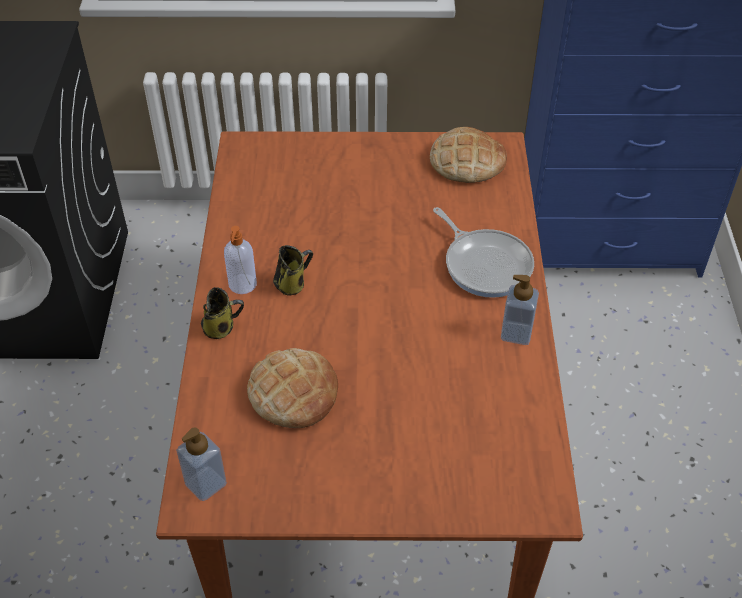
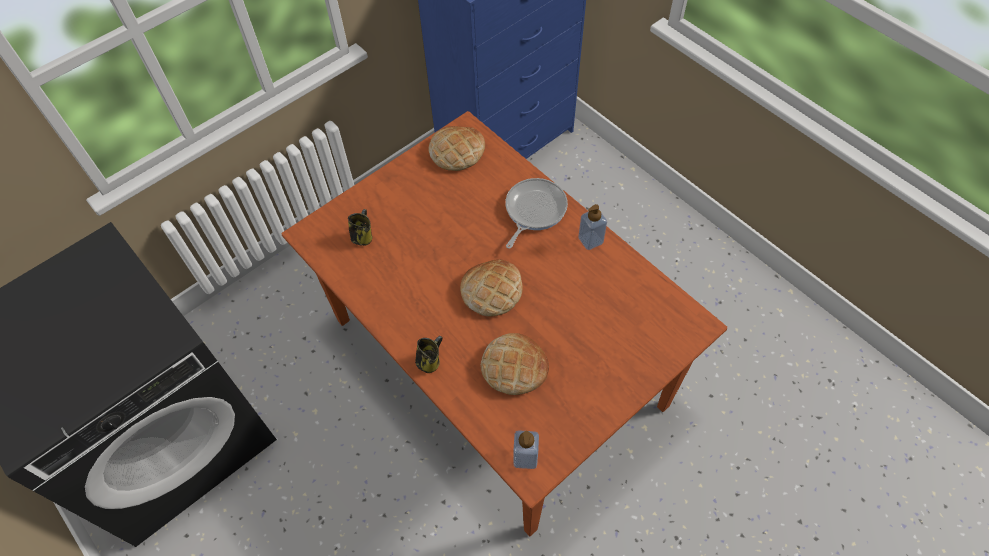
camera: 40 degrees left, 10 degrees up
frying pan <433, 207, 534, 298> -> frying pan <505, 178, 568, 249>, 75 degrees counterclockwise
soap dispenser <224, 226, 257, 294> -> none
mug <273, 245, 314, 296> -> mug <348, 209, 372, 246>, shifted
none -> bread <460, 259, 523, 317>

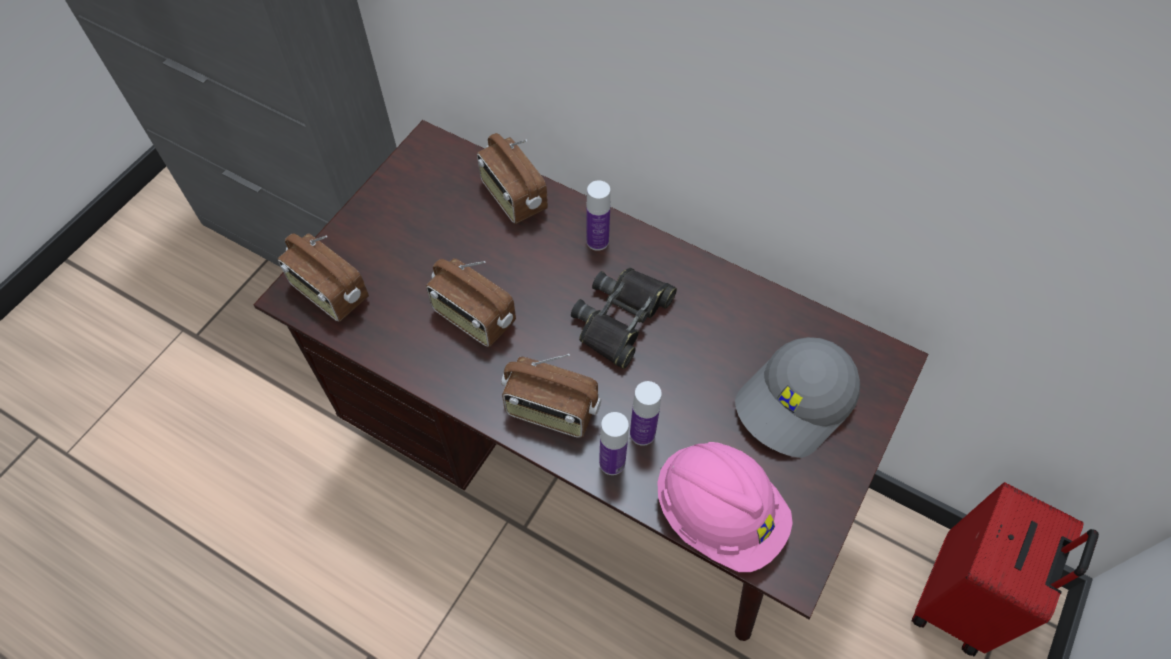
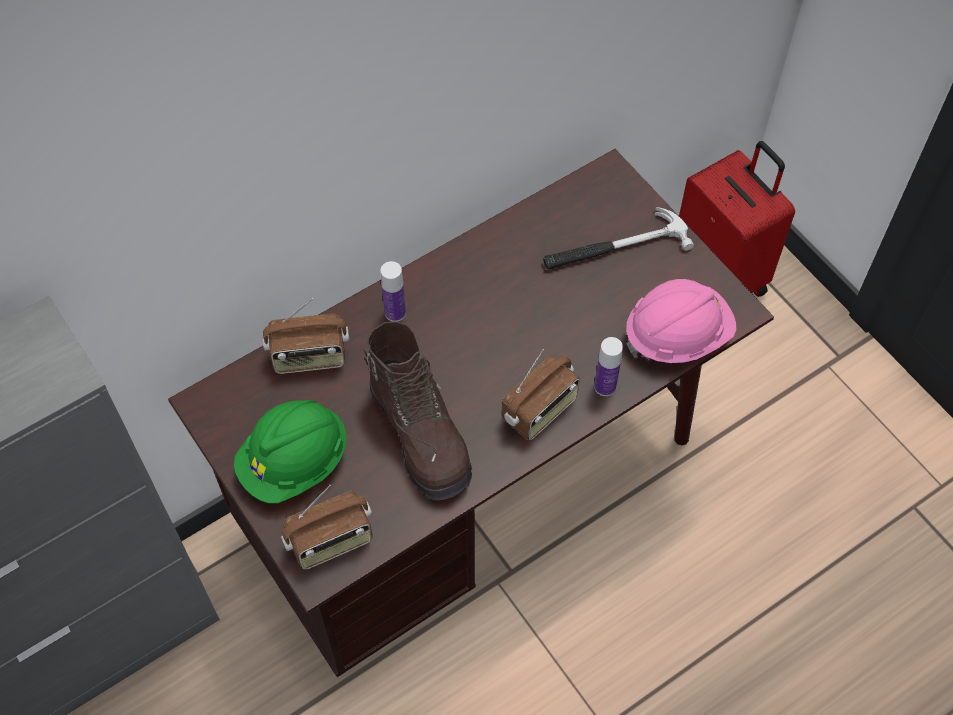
camera: 65 degrees left, 0 degrees up
radio <426, 258, 516, 347> -> brown boot <363, 321, 472, 500>
black binoculars <571, 268, 677, 369> -> none
grey cap <735, 337, 860, 458> -> hammer <543, 207, 694, 270>
bottle <630, 381, 662, 446> -> none
none -> green hard hat <234, 400, 346, 503>

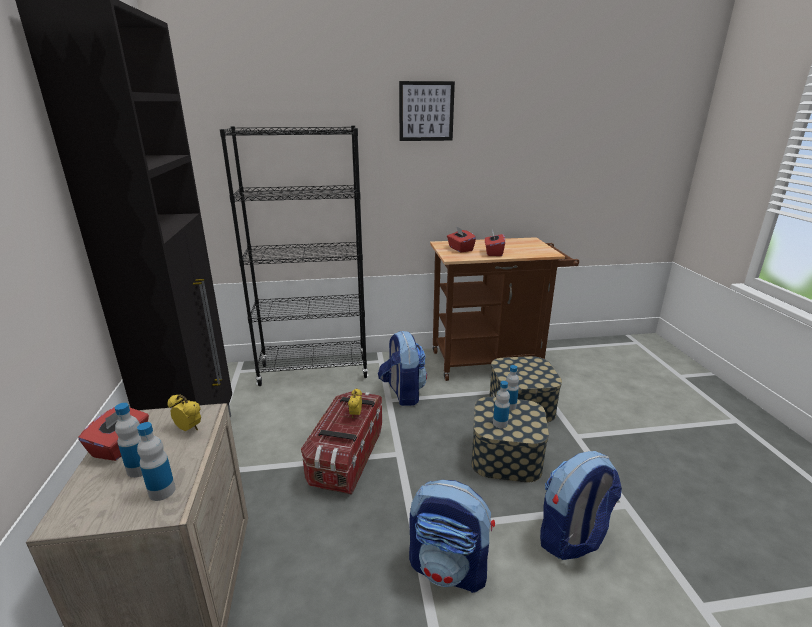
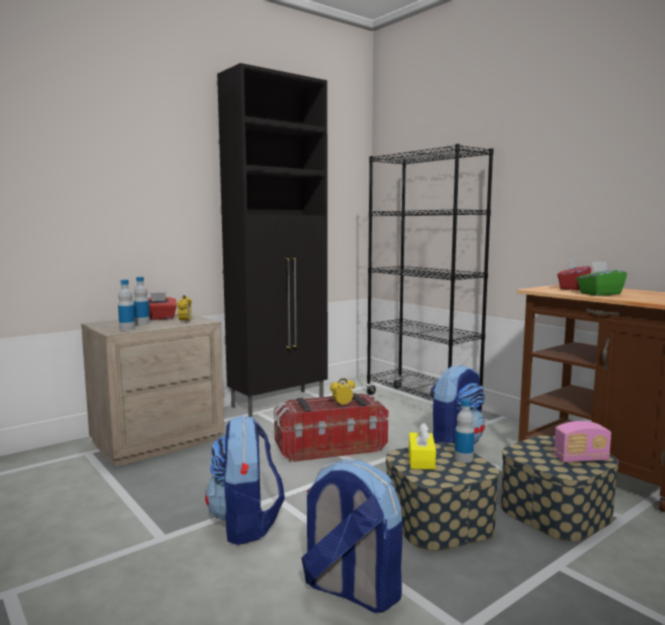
camera: 60 degrees right, 15 degrees down
picture <399, 81, 455, 141> -> none
red tissue box <485, 229, 505, 256> -> green tissue box <577, 261, 627, 296>
bottle <493, 381, 510, 428> -> yellow tissue box <409, 423, 436, 470>
none -> radio <554, 421, 611, 462>

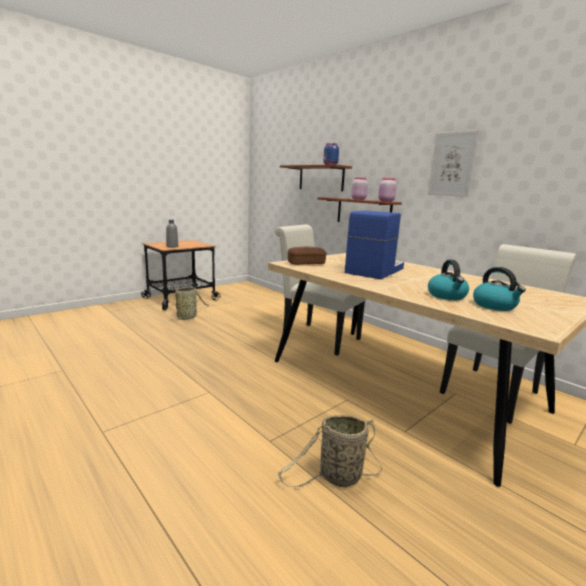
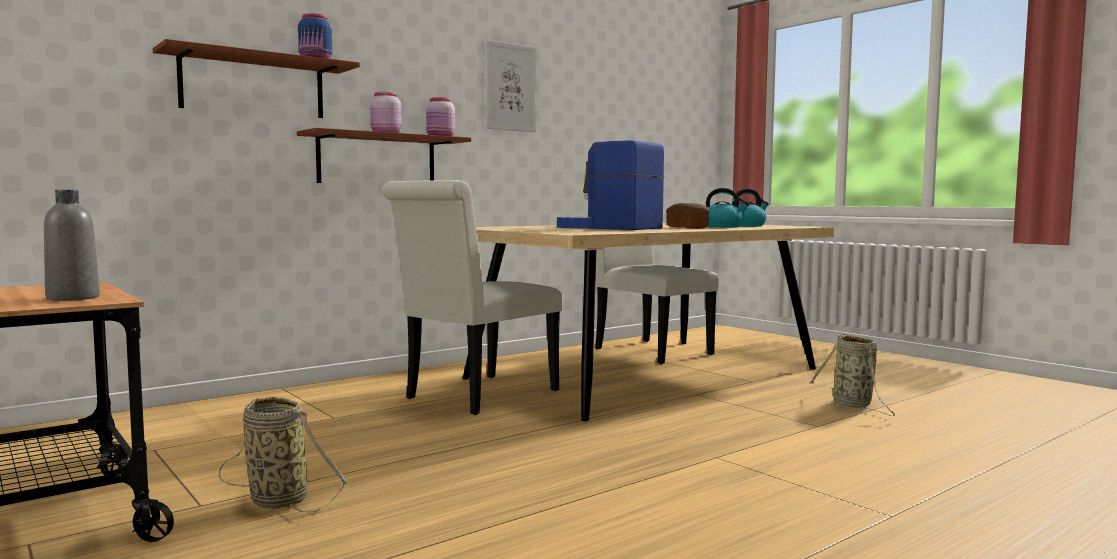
camera: 85 degrees left, 10 degrees down
bread <288, 246, 326, 265> -> bread <666, 203, 710, 229>, shifted

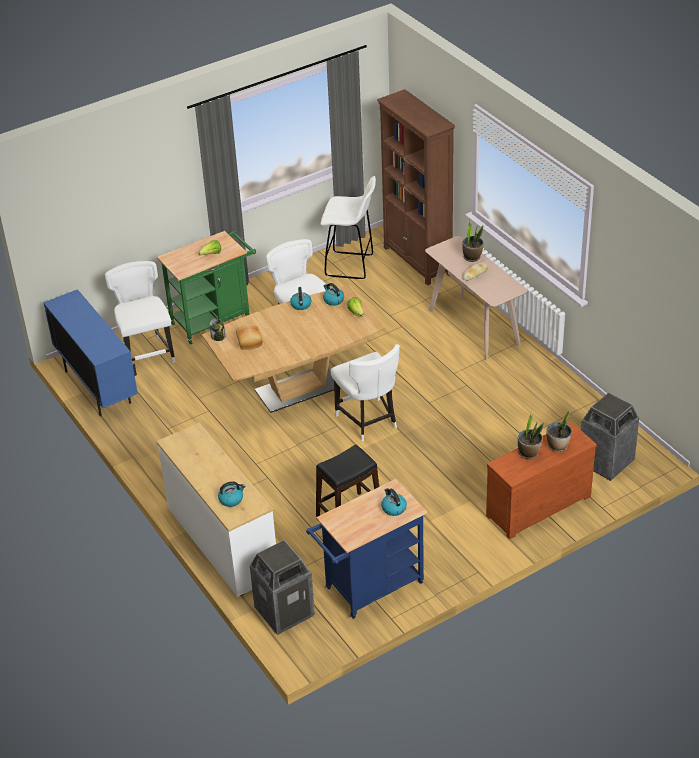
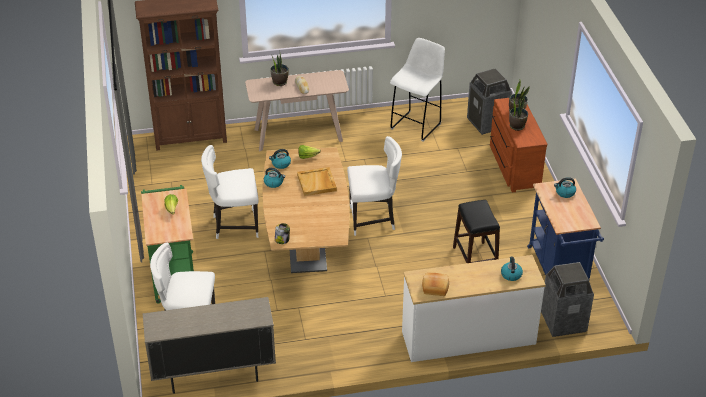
camera: 70 degrees left, 0 degrees up
white stool <321, 176, 376, 280> -> white stool <390, 38, 445, 142>, shifted
blue cabinet <43, 289, 138, 416> -> beige cabinet <143, 297, 276, 394>
bread <236, 324, 263, 350> -> bread <422, 273, 449, 296>, shifted
none -> beige tray <297, 167, 337, 196>

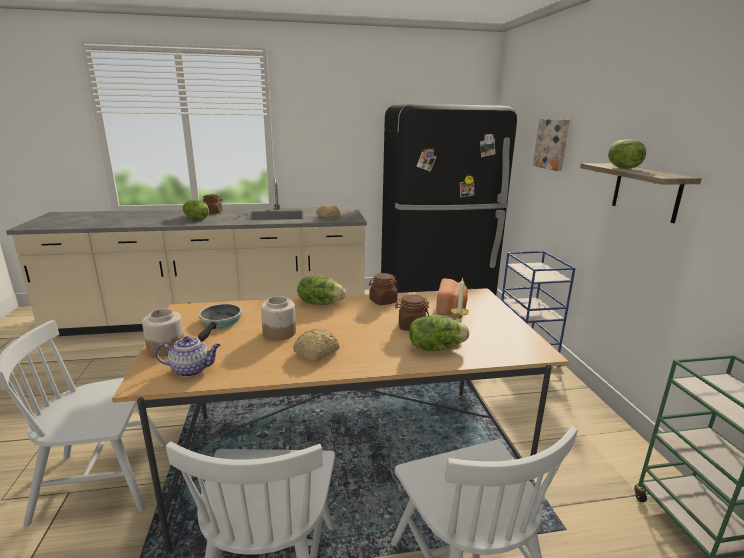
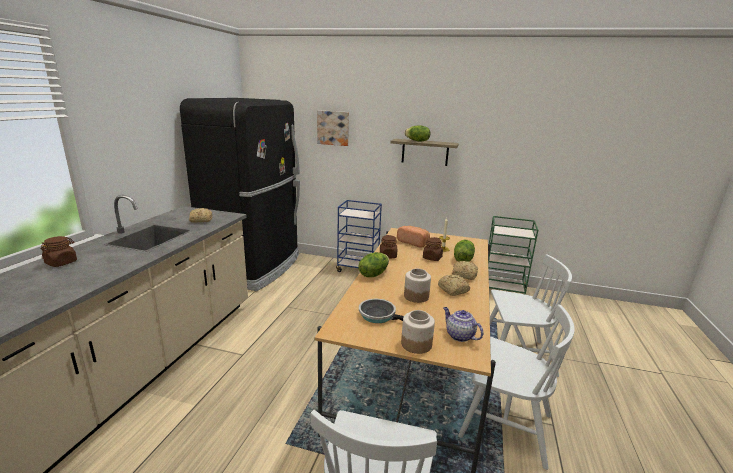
camera: 65 degrees left, 0 degrees up
lettuce <182, 200, 209, 220> -> none
teapot <155, 336, 221, 377> -> teapot <443, 307, 484, 342>, 60 degrees counterclockwise
none -> bread <452, 261, 478, 280>

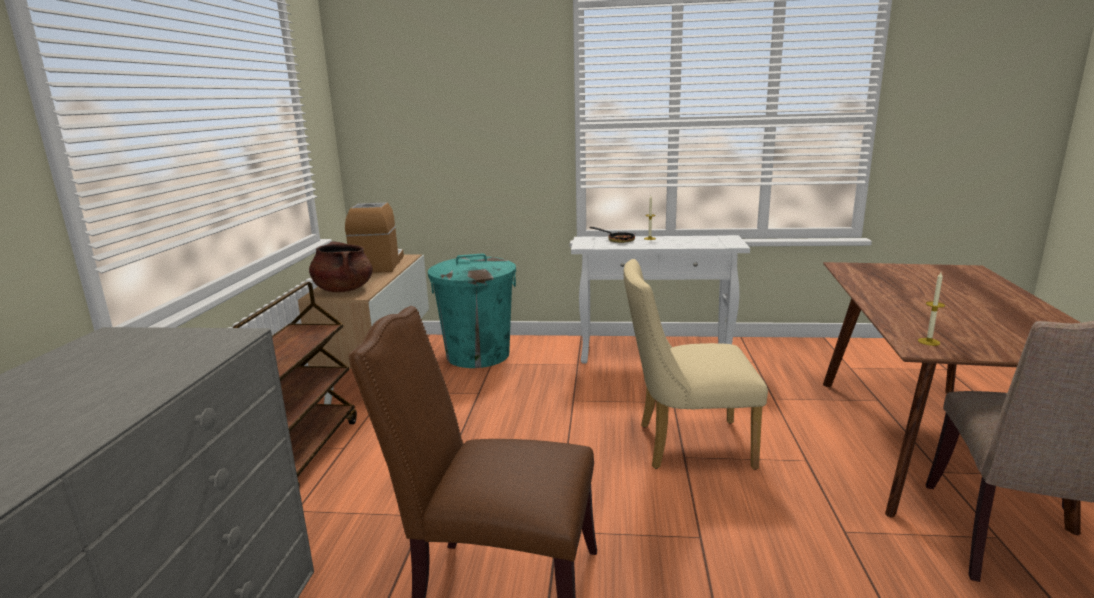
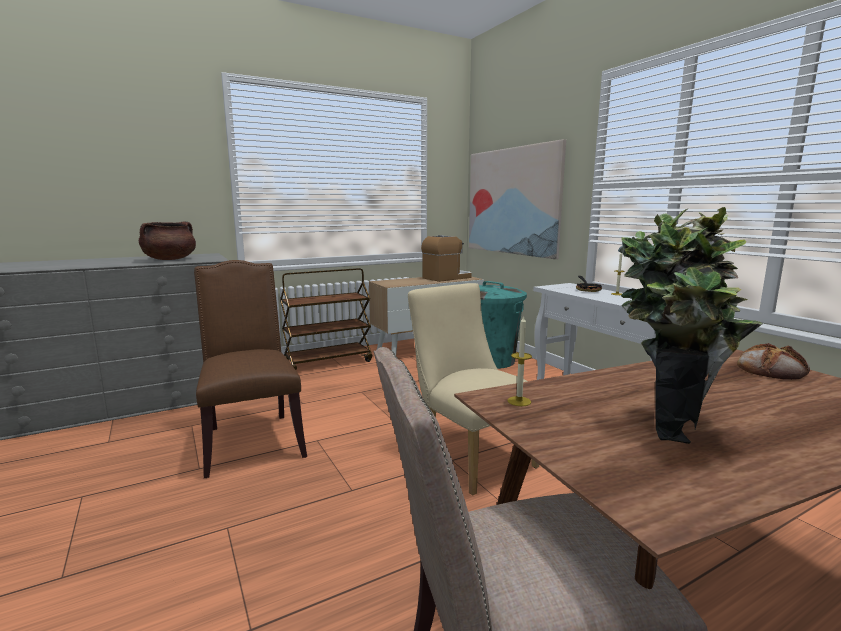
camera: 55 degrees right, 5 degrees down
brown cooking pot <309, 241, 373, 292> -> brown cooking pot <139, 221, 196, 260>, shifted
none -> picture <469, 139, 566, 259>
none -> potted plant <618, 207, 762, 444>
none -> bread <737, 343, 810, 380>

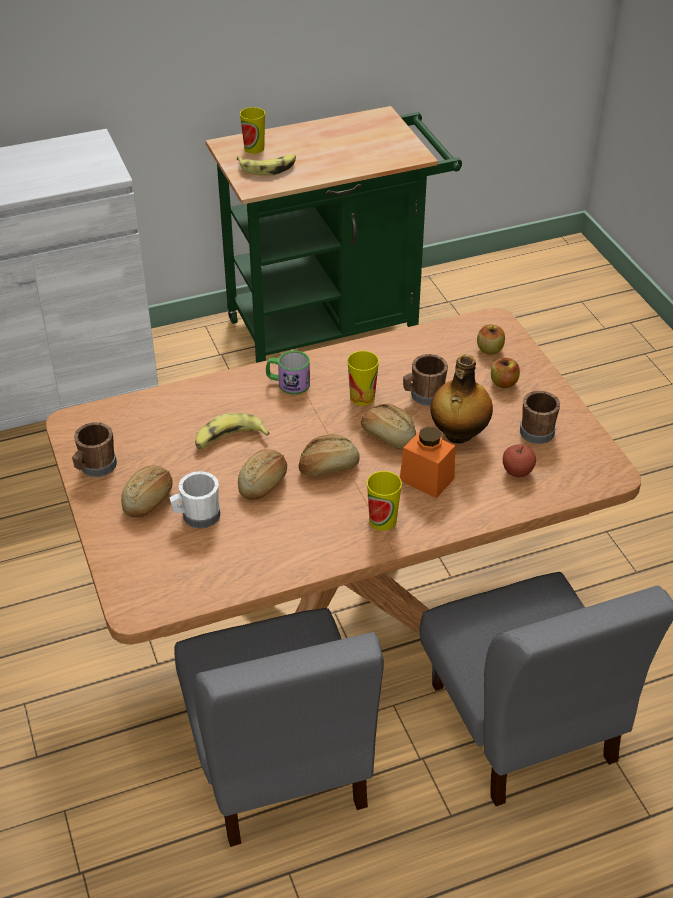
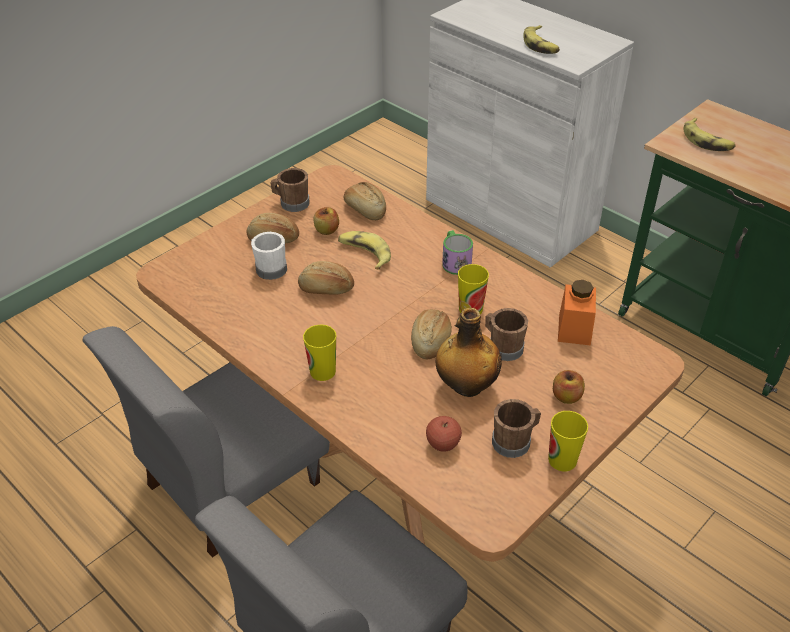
camera: 65 degrees right, 0 degrees up
cup <240, 107, 265, 154> -> cup <548, 411, 588, 472>, shifted
apple <477, 324, 505, 355> -> apple <314, 207, 339, 235>, shifted
orange jar <400, 427, 455, 498> -> orange jar <558, 280, 596, 346>, shifted
bread <299, 434, 360, 476> -> bread <344, 182, 386, 220>, shifted
none -> banana <524, 25, 560, 54>

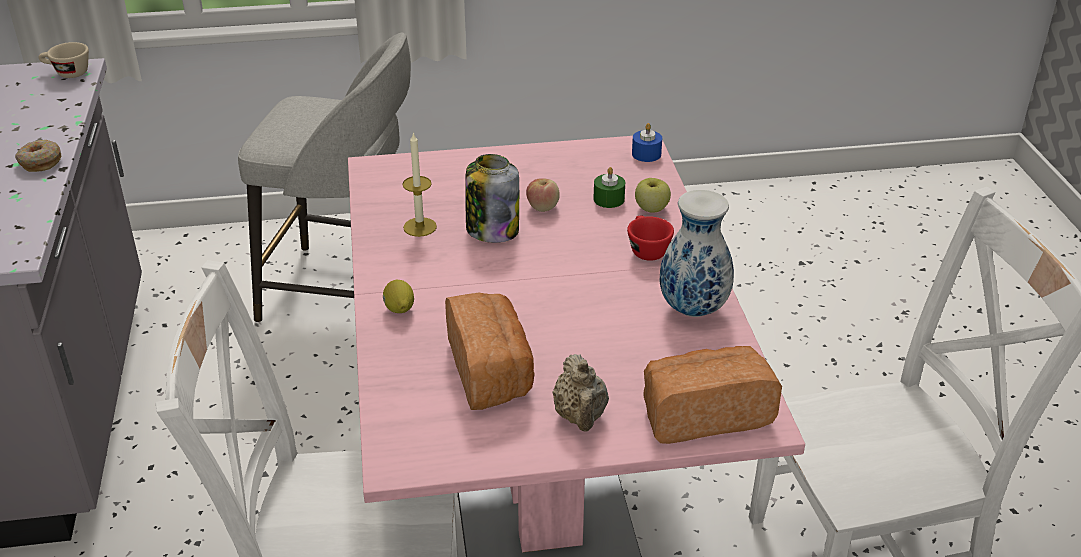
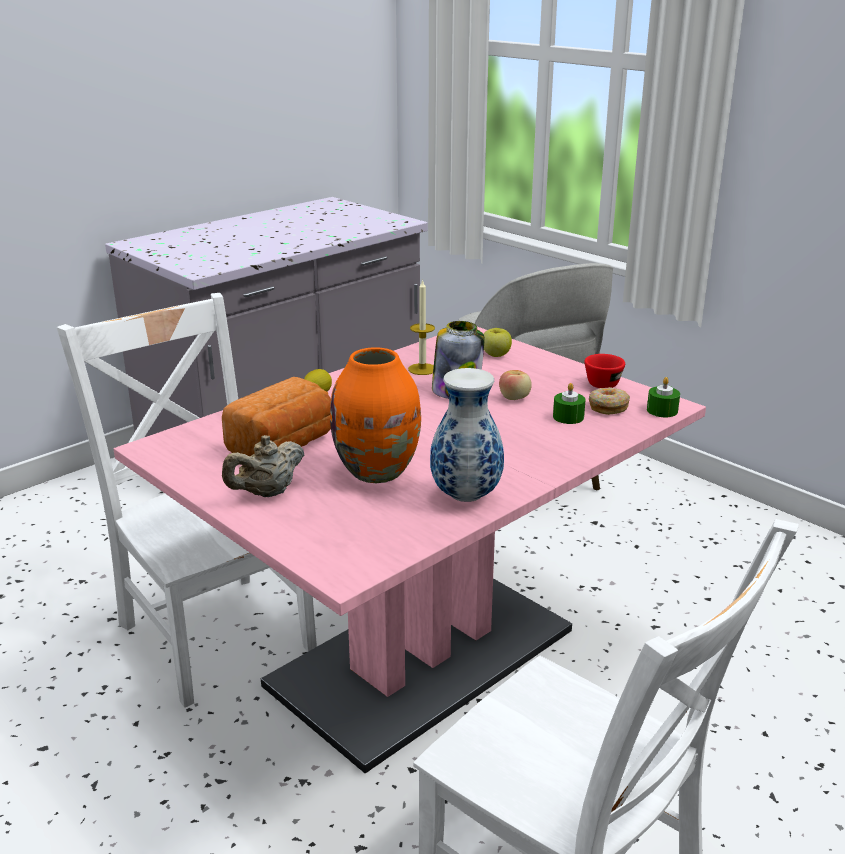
camera: 55 degrees right, 10 degrees down
beige cup <38, 42, 89, 78> -> none
blue candle <632, 123, 662, 162> -> green candle <647, 377, 680, 417>
donut <15, 140, 62, 172> -> donut <589, 387, 630, 415>, shifted
apple <635, 178, 671, 212> -> apple <484, 328, 512, 357>, shifted
red cup <627, 216, 674, 261> -> red cup <585, 354, 625, 388>, shifted
bread <643, 346, 782, 444> -> none
none -> orange vase <330, 347, 421, 483>

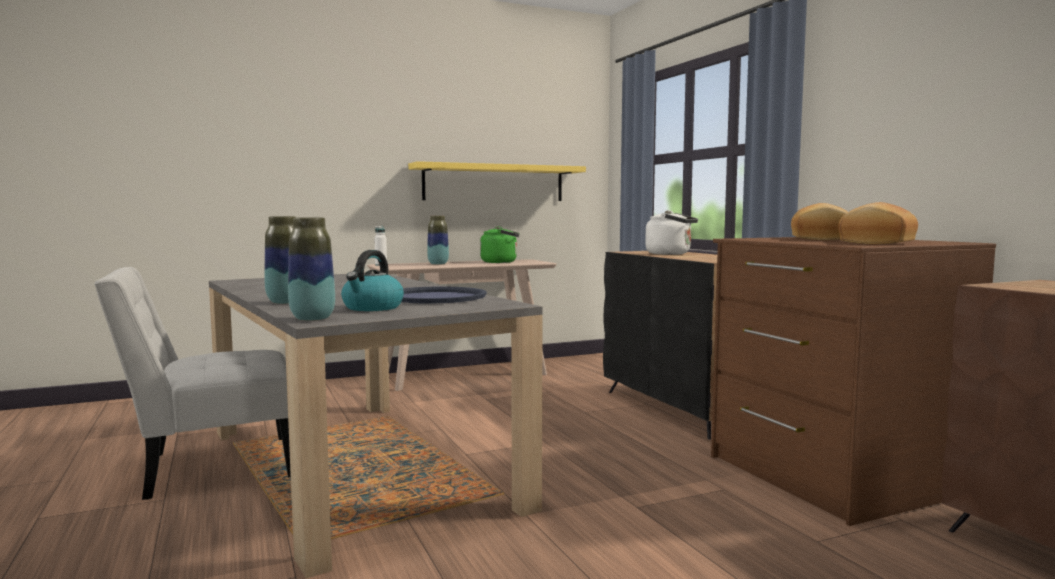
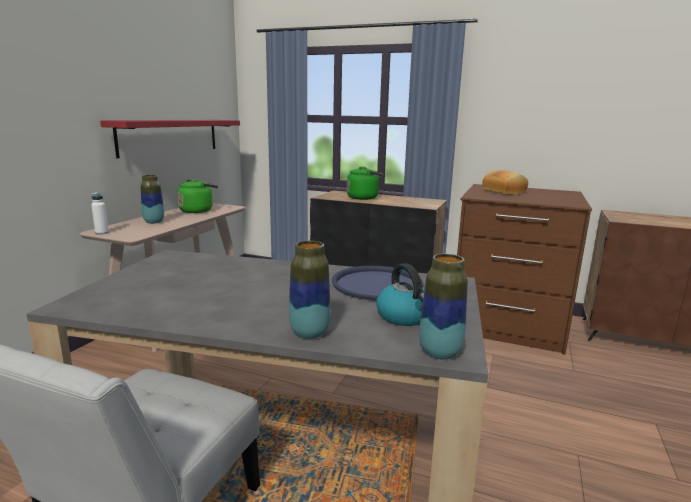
camera: 45 degrees left, 10 degrees up
yellow shelf <408, 161, 586, 201> -> red shelf <100, 120, 240, 158>
bread <838, 202, 918, 244> -> none
white kettle <645, 210, 698, 255> -> green kettle <347, 167, 385, 200>

